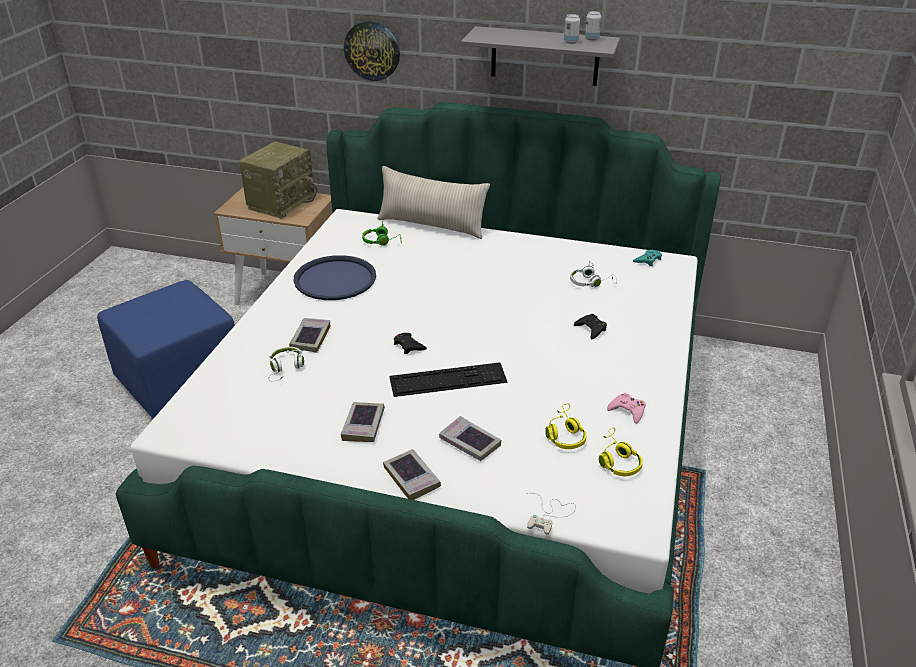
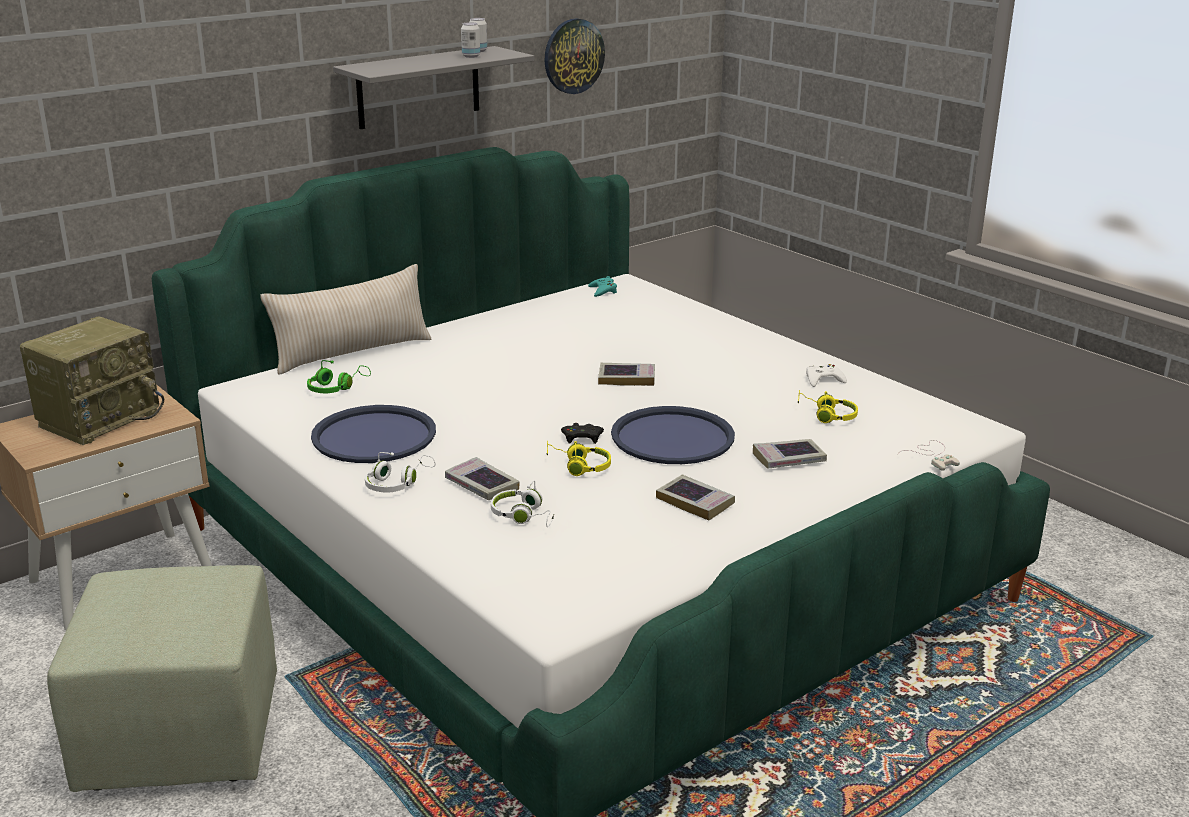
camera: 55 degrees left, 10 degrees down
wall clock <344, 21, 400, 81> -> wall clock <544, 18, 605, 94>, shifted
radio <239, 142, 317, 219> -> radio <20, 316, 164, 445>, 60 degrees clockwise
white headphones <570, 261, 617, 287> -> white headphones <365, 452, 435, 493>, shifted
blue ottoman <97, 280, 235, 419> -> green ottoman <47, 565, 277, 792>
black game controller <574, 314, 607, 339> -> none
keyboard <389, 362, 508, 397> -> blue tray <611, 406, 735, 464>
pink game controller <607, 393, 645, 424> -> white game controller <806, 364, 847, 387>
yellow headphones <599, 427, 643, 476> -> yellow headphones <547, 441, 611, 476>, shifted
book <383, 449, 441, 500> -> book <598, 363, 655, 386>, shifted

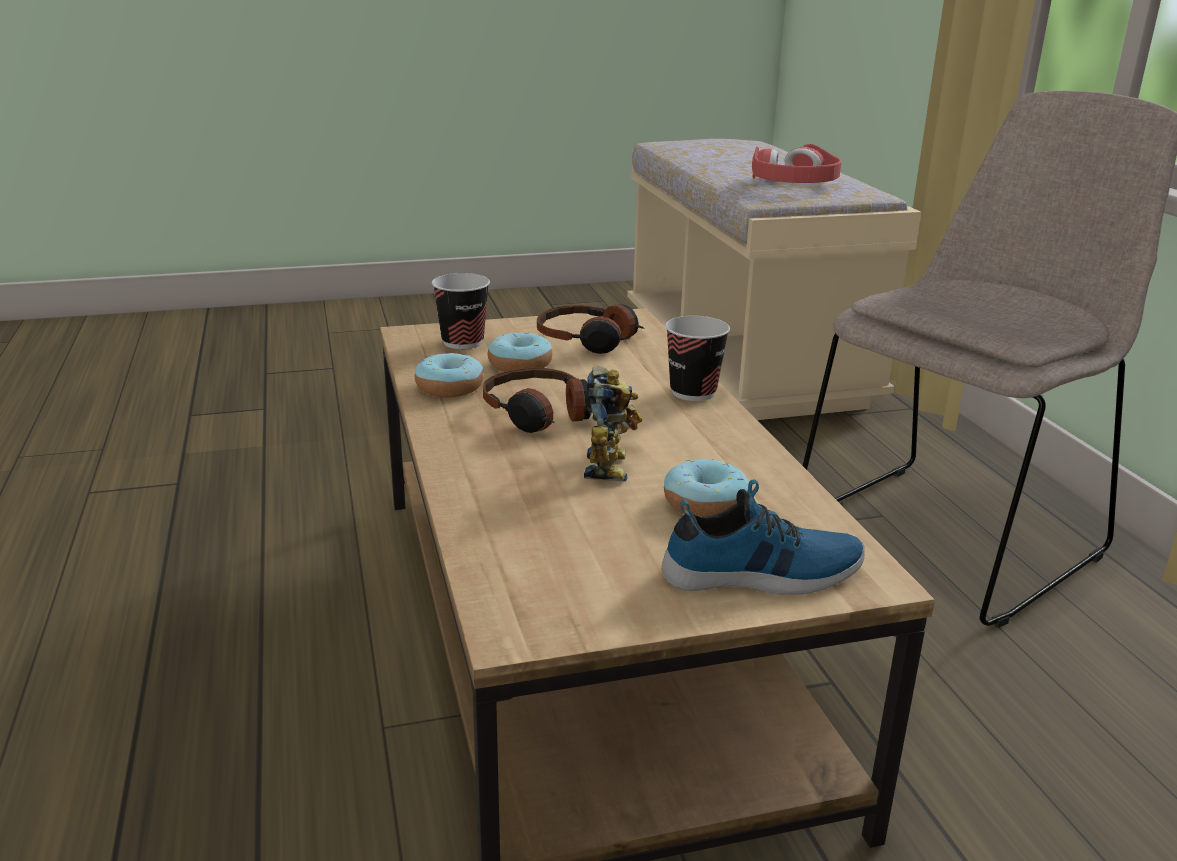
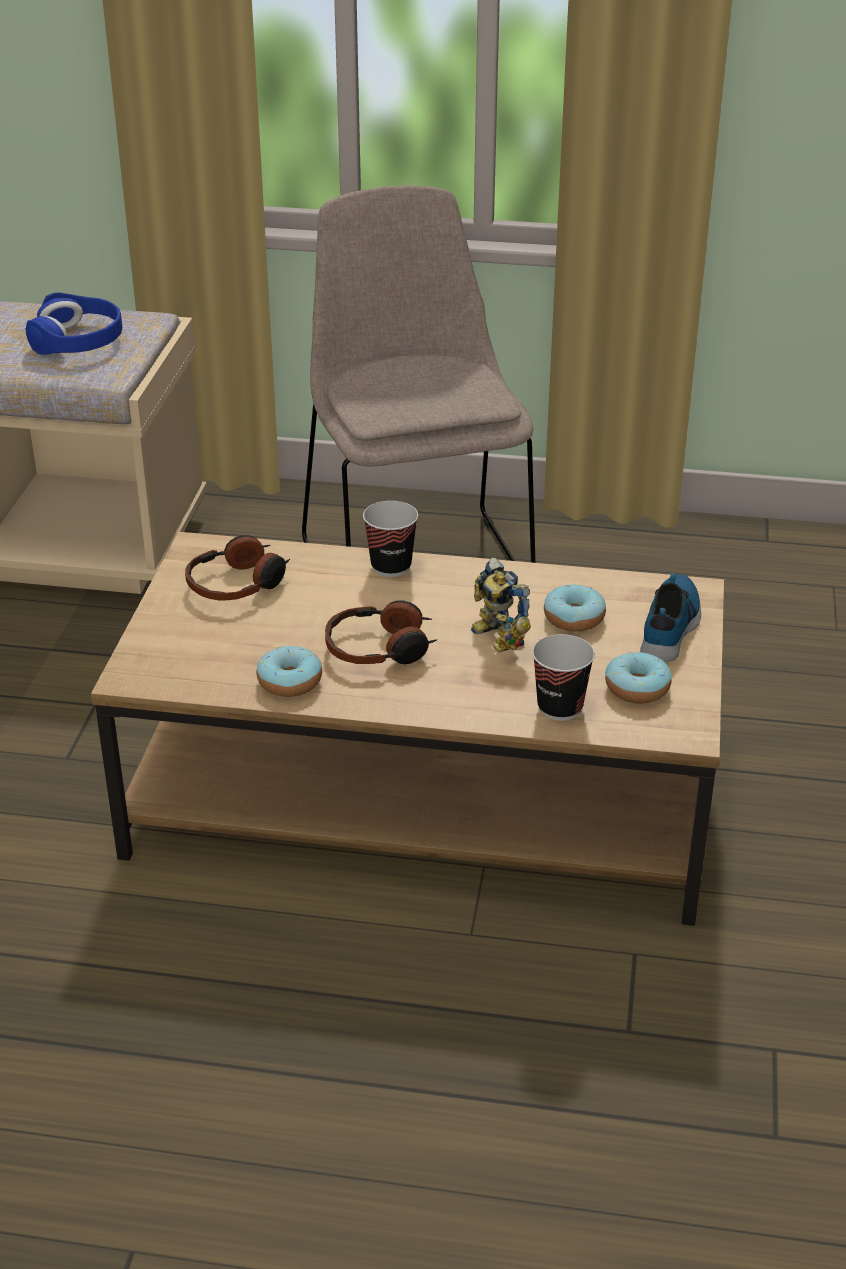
camera: 65 degrees left, 10 degrees up
red headphones <752, 144, 841, 183> -> blue headphones <25, 292, 122, 355>
cup <432, 273, 490, 349> -> cup <532, 634, 595, 721>, shifted
donut <487, 333, 552, 372> -> donut <605, 652, 672, 703>, shifted
toy robot <584, 365, 642, 482> -> toy robot <471, 557, 531, 653>, 150 degrees counterclockwise

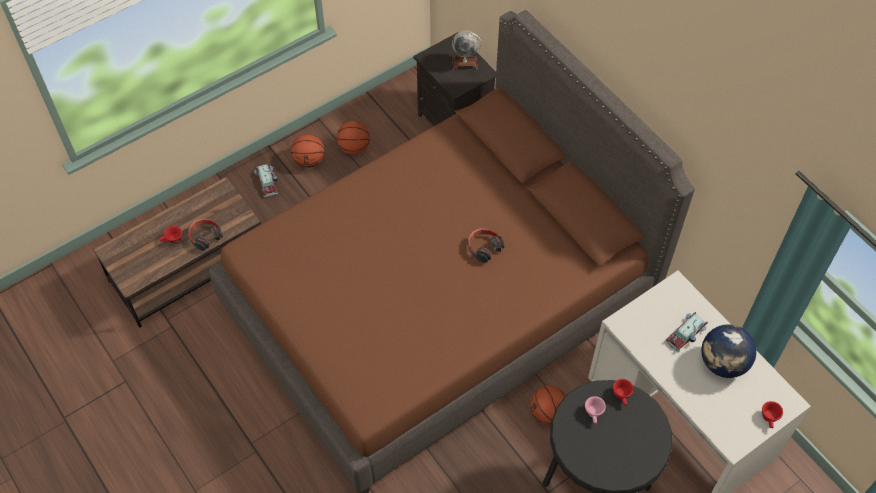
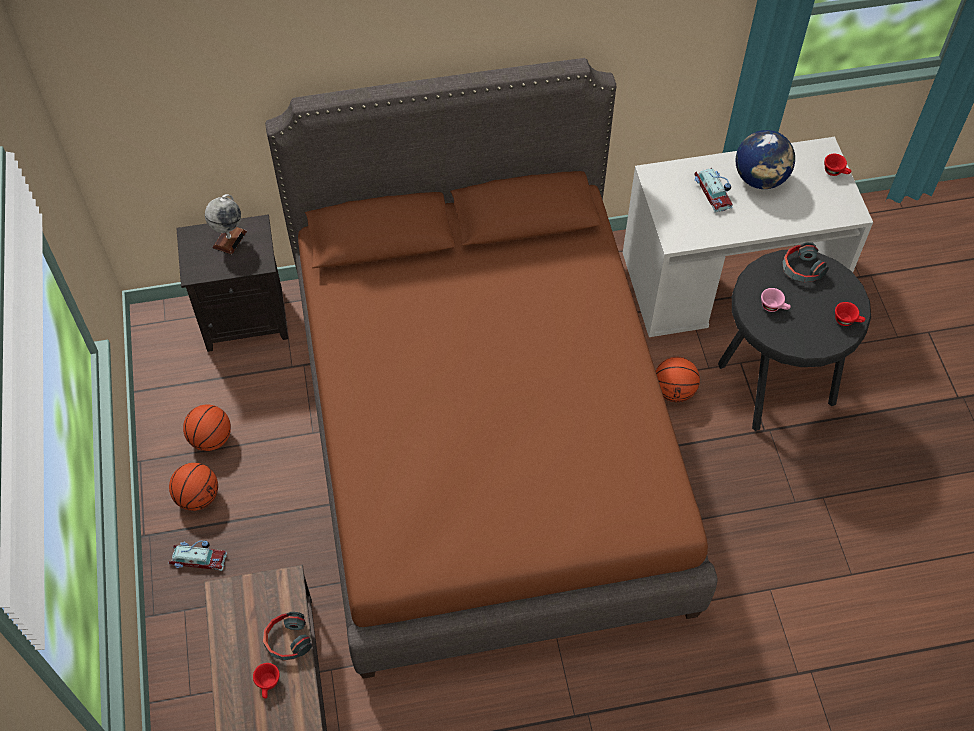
camera: 65 degrees left, 0 degrees up
headphones <468, 228, 504, 263> -> headphones <782, 242, 829, 282>, shifted
red cup <613, 379, 634, 405> -> red cup <835, 302, 866, 326>, shifted

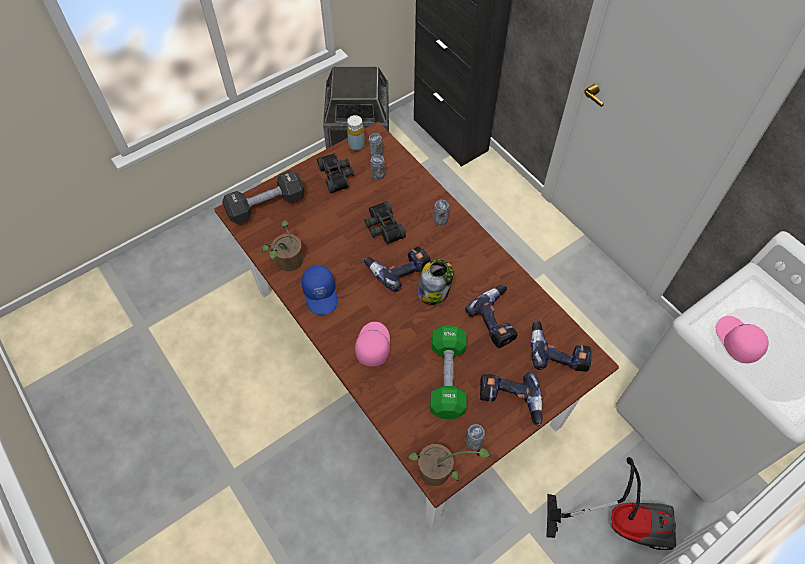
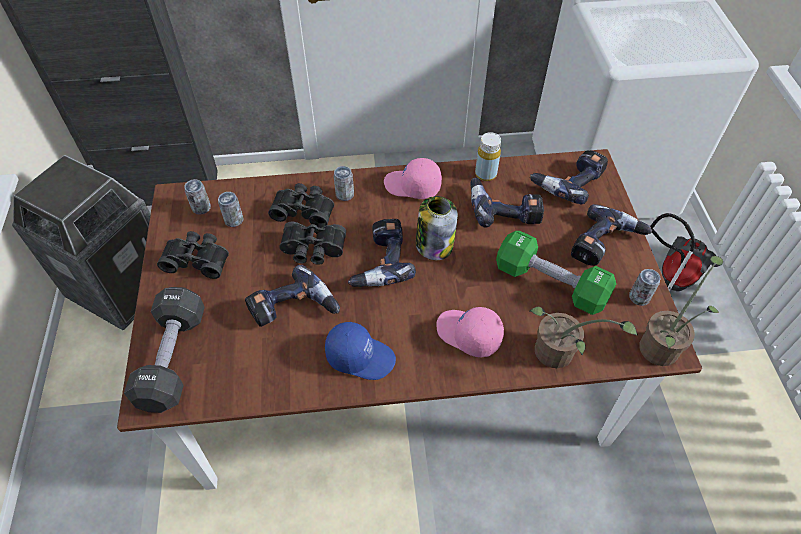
camera: 60 degrees left, 5 degrees down
yellow bottle <347, 115, 365, 151> -> yellow bottle <475, 132, 501, 181>, shifted
potted plant <262, 220, 303, 271> -> potted plant <530, 307, 638, 368>, shifted
pink cap <716, 316, 769, 363> -> pink cap <384, 158, 442, 199>, shifted
none -> black binoculars <268, 183, 334, 228>
none -> power drill <245, 265, 340, 327>

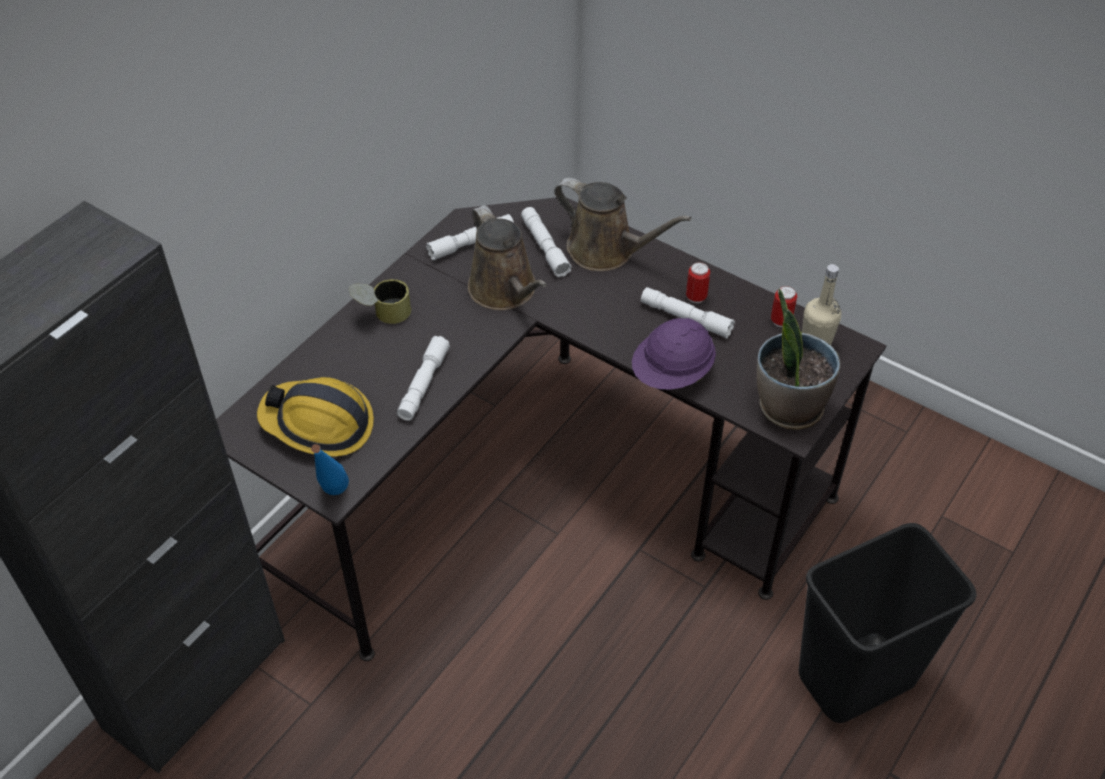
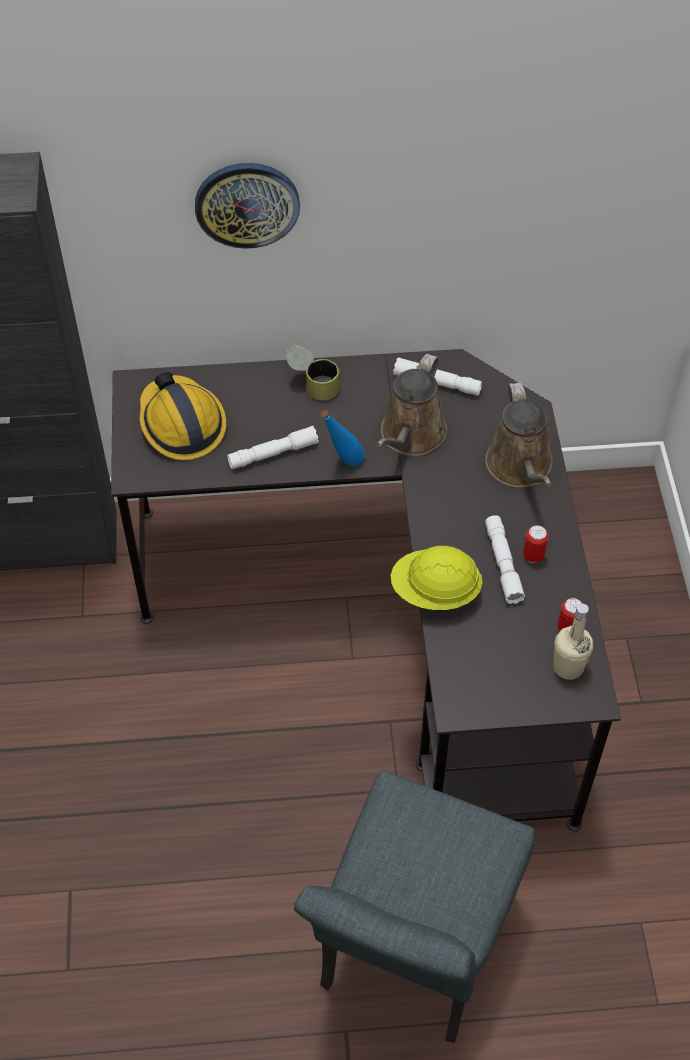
camera: 50 degrees right, 5 degrees up
white flashlight <521, 207, 572, 277> -> none
potted plant <757, 288, 840, 430> -> none
purple hard hat <632, 318, 716, 390> -> yellow hard hat <391, 546, 483, 613>
blue bottle <311, 444, 349, 495> -> blue bottle <321, 410, 365, 466>, shifted
black trash can <799, 523, 977, 723> -> grey chair <294, 771, 535, 1043>
none -> wall clock <195, 163, 300, 249>

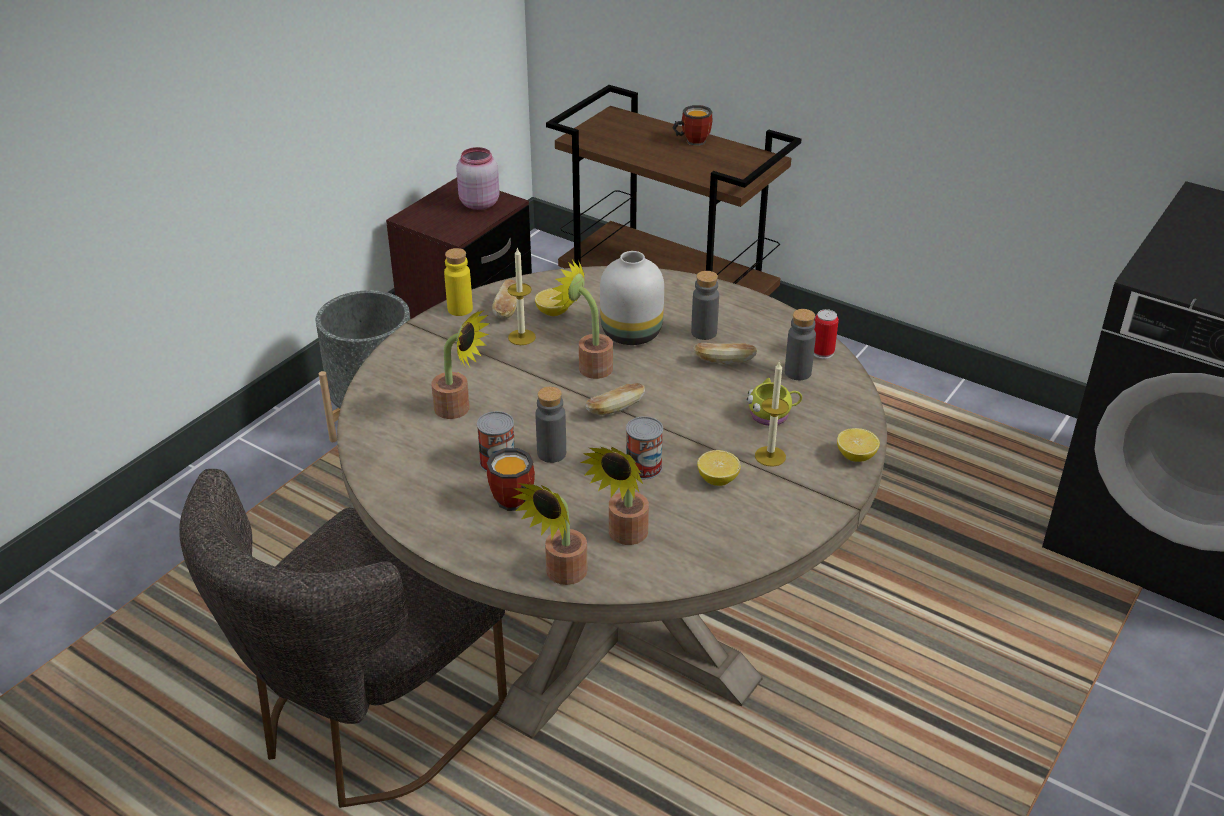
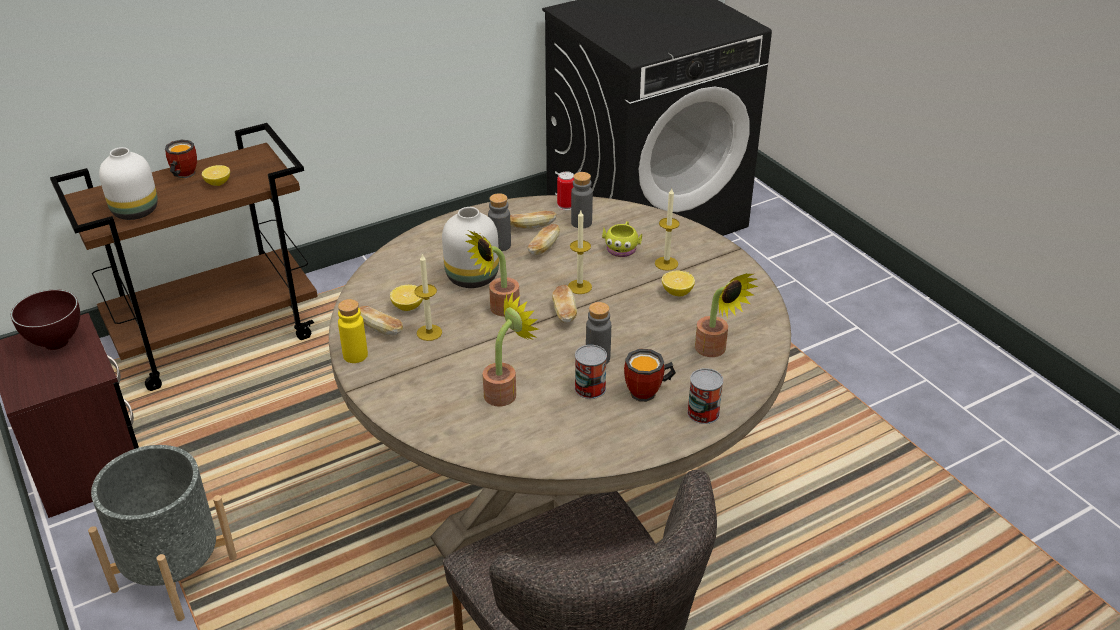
camera: 65 degrees left, 0 degrees up
pink jar <456, 147, 500, 210> -> brown bowl <11, 289, 80, 350>
can <626, 416, 663, 479> -> can <687, 368, 724, 424>, shifted
lemon <837, 428, 880, 462> -> lemon <202, 165, 230, 186>, shifted
potted plant <511, 483, 588, 585> -> none
none -> white vase <99, 147, 158, 220>
none -> bread <510, 211, 557, 229>
none -> candle <568, 211, 592, 294>

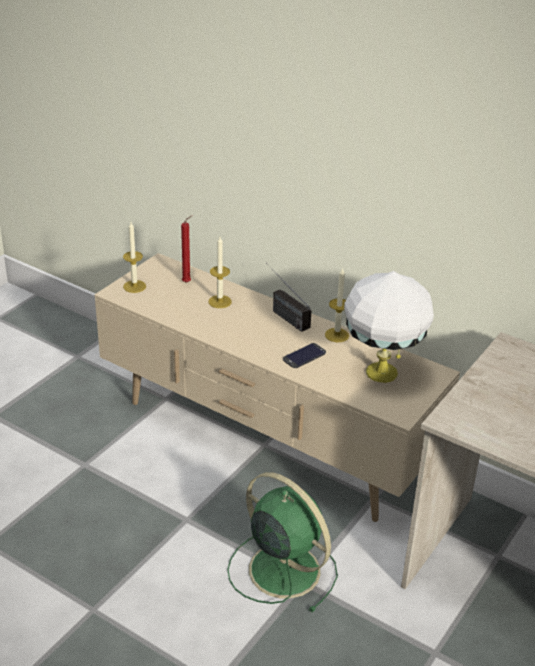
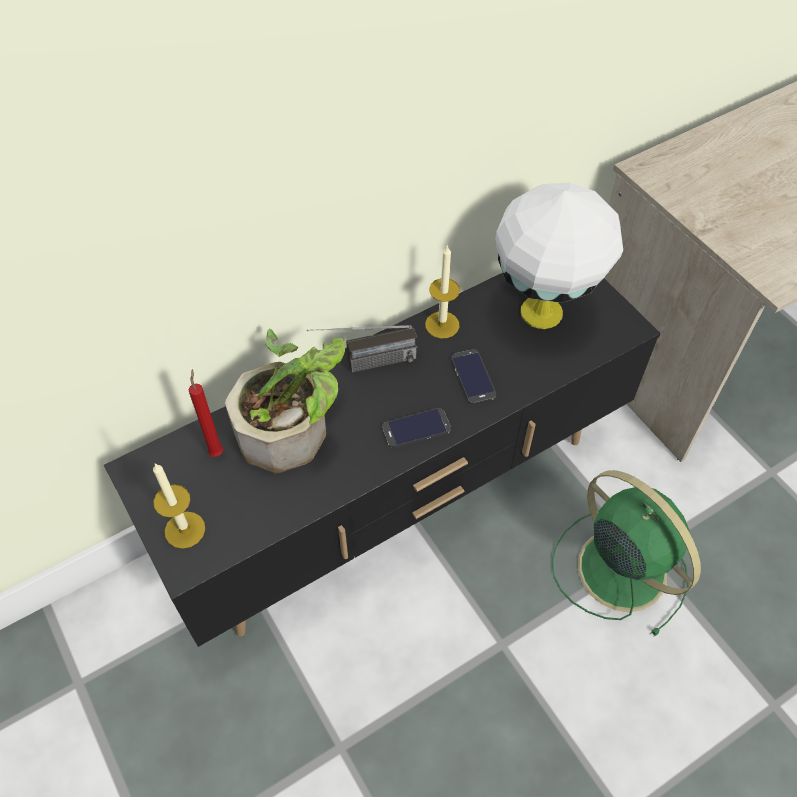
camera: 65 degrees left, 20 degrees up
candle <208, 237, 232, 308> -> potted plant <225, 328, 345, 473>
beige tv stand <95, 253, 460, 522> -> black tv stand <104, 273, 661, 647>
green fan <227, 472, 338, 612> -> green fan <552, 470, 701, 637>, 75 degrees clockwise
none -> phone <382, 408, 451, 448>

